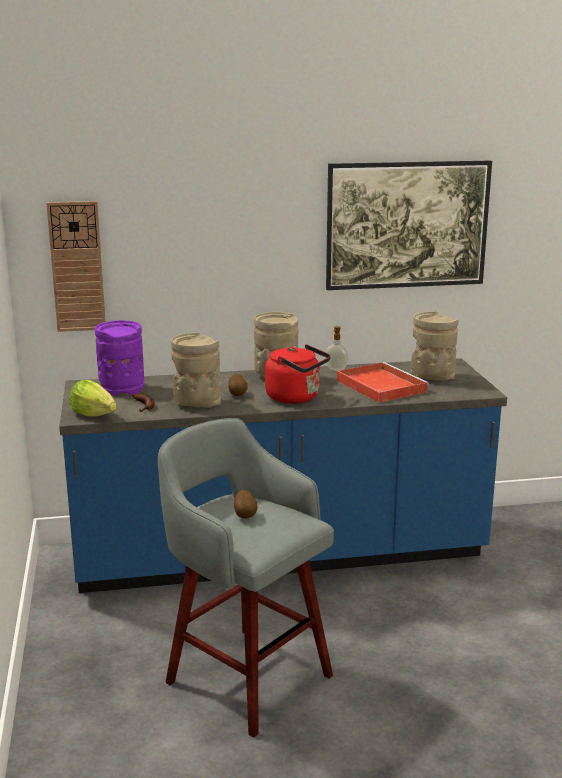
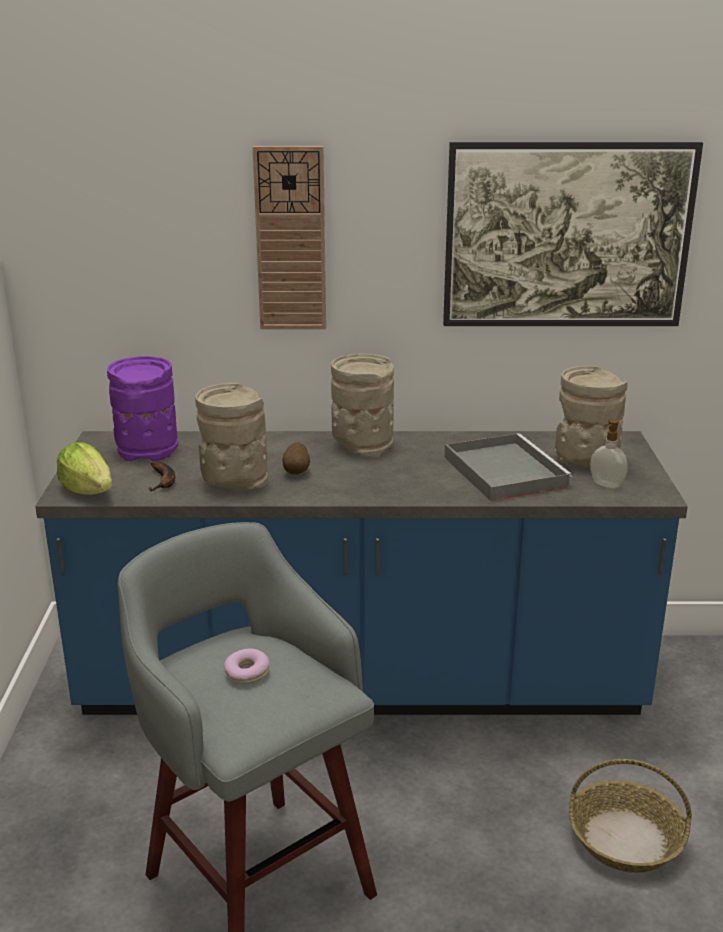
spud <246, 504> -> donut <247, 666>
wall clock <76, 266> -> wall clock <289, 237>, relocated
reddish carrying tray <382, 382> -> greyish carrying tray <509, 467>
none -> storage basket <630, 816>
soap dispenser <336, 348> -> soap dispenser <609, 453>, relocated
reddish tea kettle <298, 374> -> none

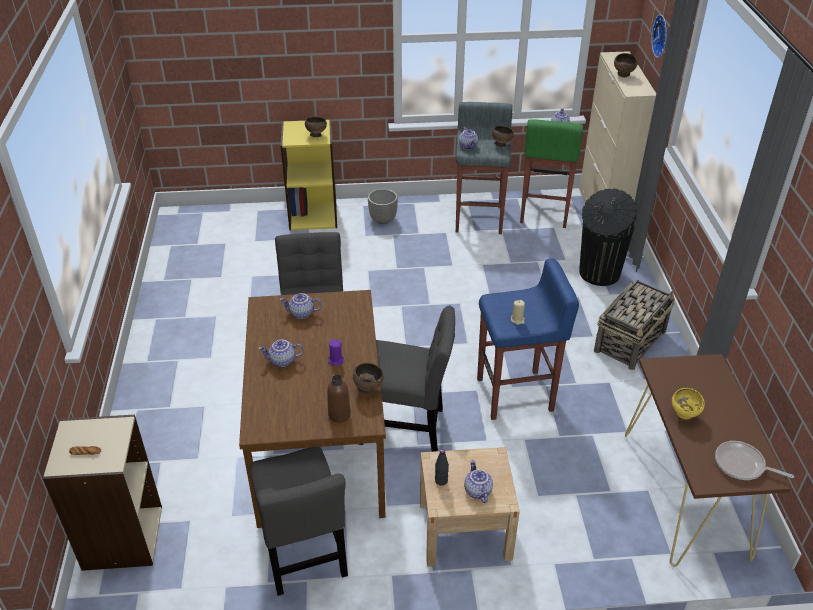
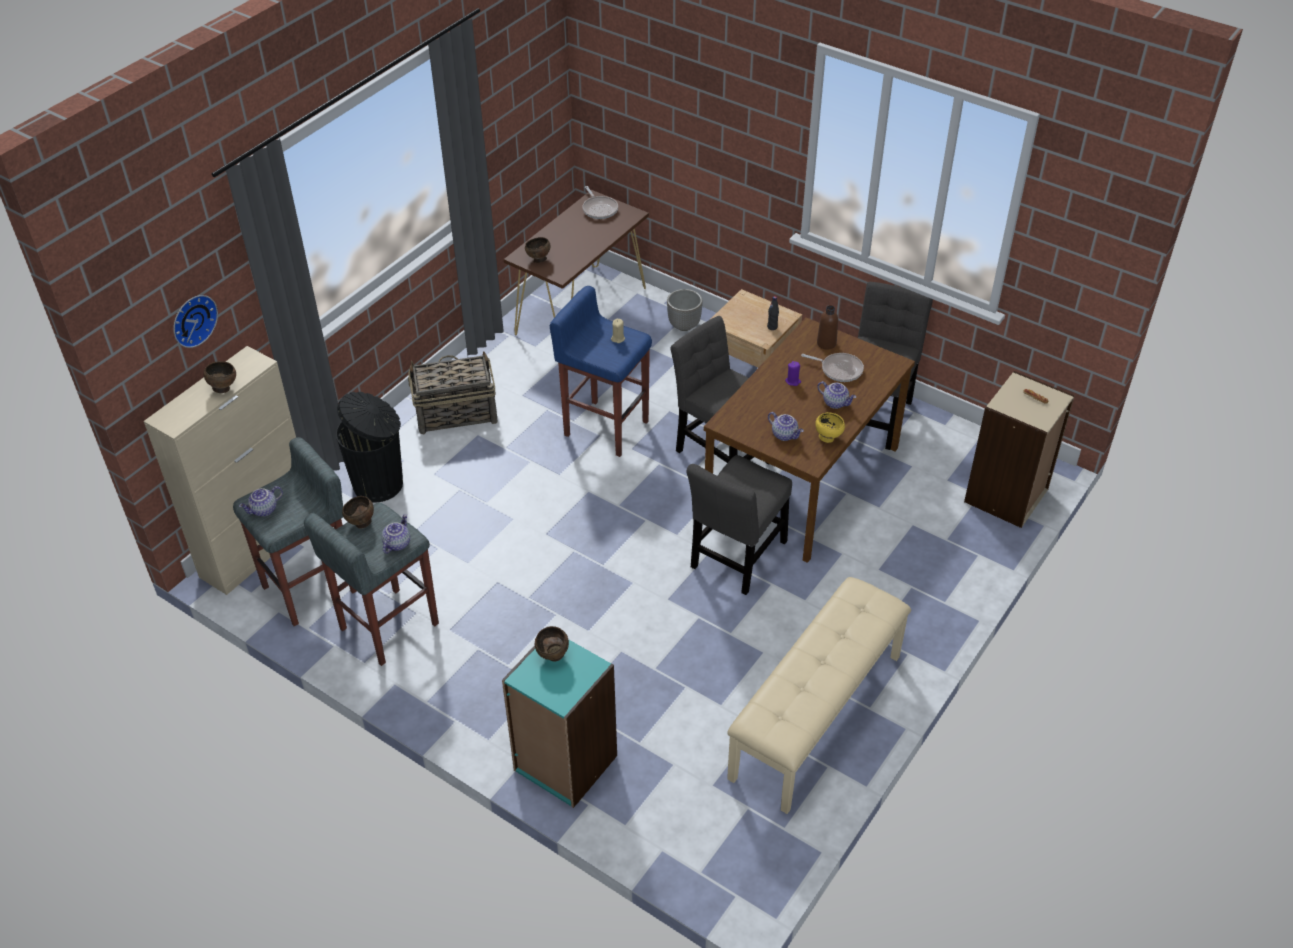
green sitting stool <551, 173> -> greyish sitting stool <295, 531>
yellow-coloured bookshelf <308, 174> -> blue-green bookshelf <559, 723>
brownish bowl <368, 379> -> brownish bowl <537, 250>, relocated
flower pot <383, 206> -> flower pot <685, 310>, relocated
none -> sand-coloured long seat <819, 695>
none -> frying pan <832, 367>
yellow-coloured bowl <688, 403> -> yellow-coloured bowl <830, 427>, relocated
tea pot <478, 481> -> none

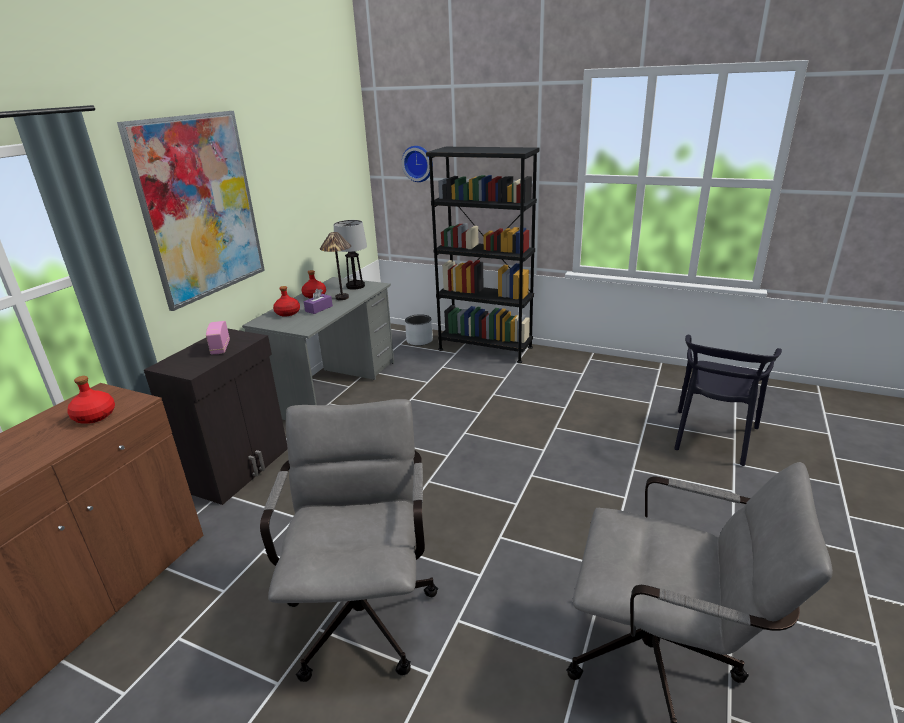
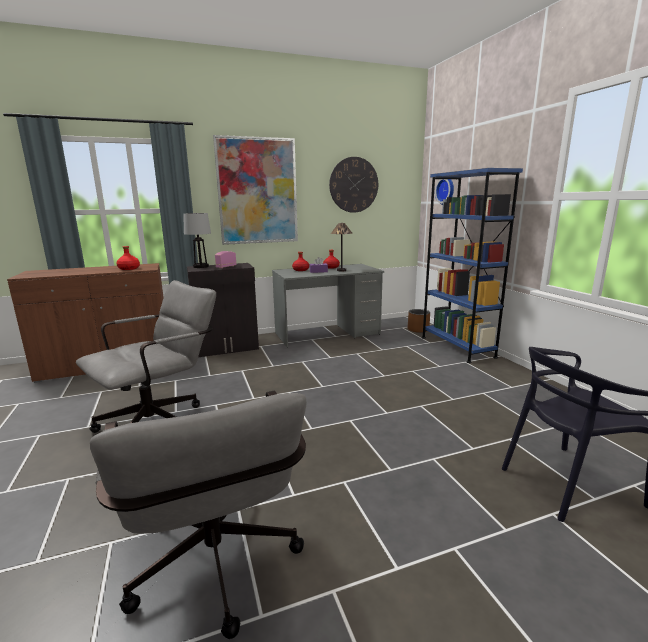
table lamp <350, 255> -> table lamp <197, 240>, relocated
none -> wall clock <353, 185>
greyish flower pot <419, 330> -> brownish flower pot <419, 321>
blackish bookshelf <482, 255> -> blue bookshelf <472, 265>

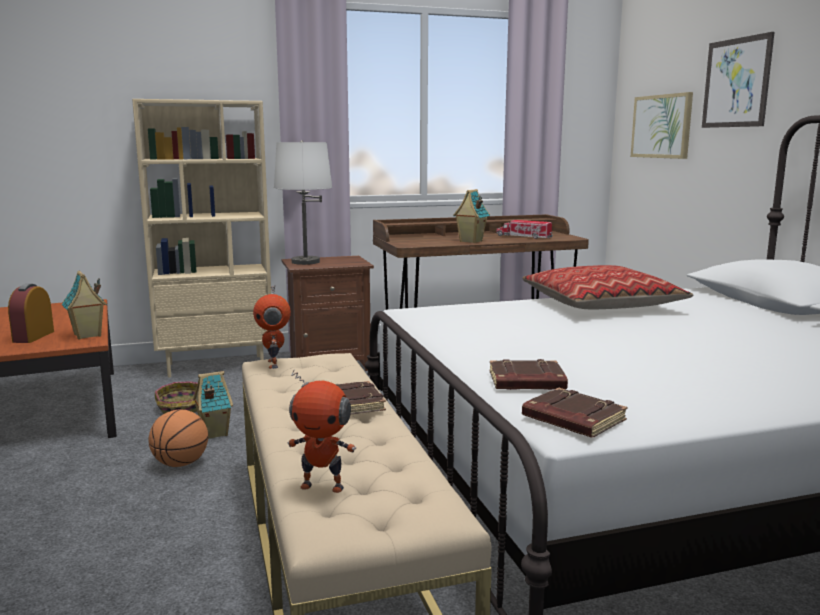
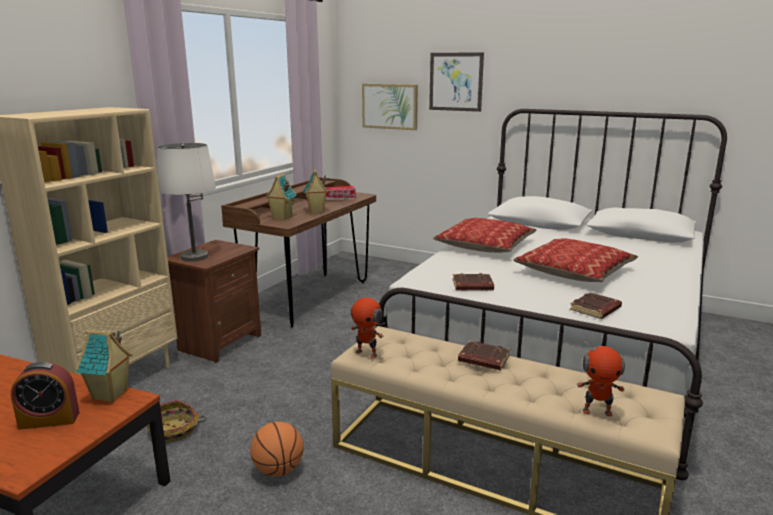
table clock <31, 313> -> table clock <45, 396>, 60 degrees counterclockwise
toy house <213, 405> -> toy house <281, 197>, relocated
brownish bound book <575, 413> -> brownish bound book <473, 282>, relocated
none -> throw pillow <575, 260>
model robot <321, 431> -> model robot <601, 377>, 45 degrees clockwise

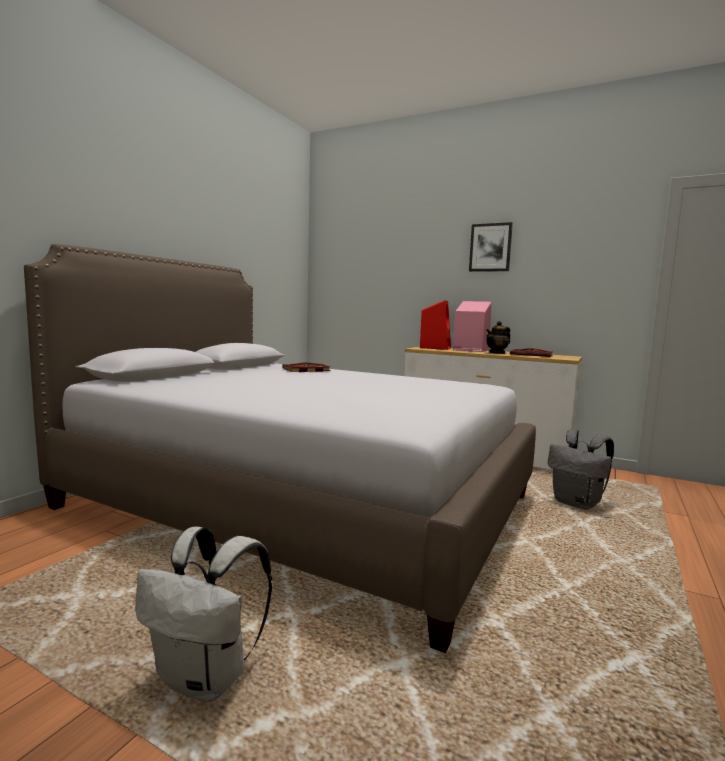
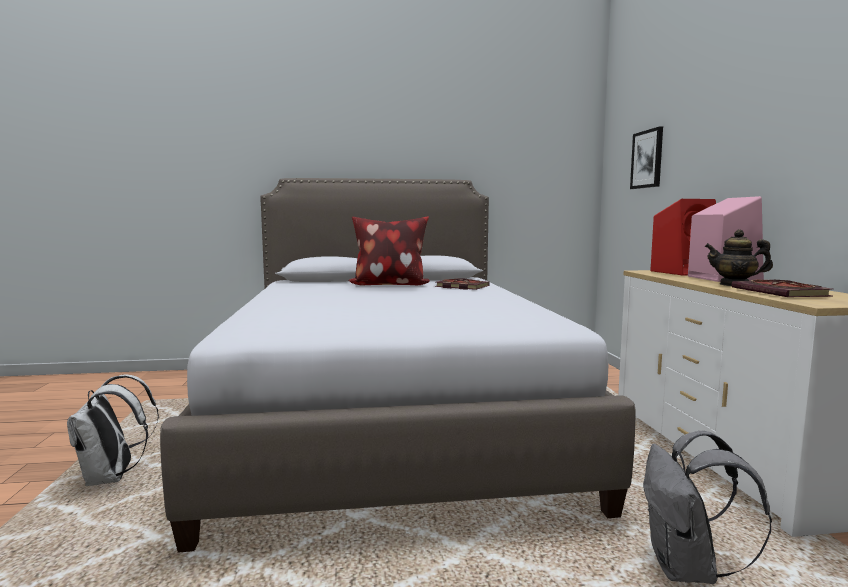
none -> throw pillow <389, 251>
wall picture <491, 247> -> wall picture <646, 157>, relocated

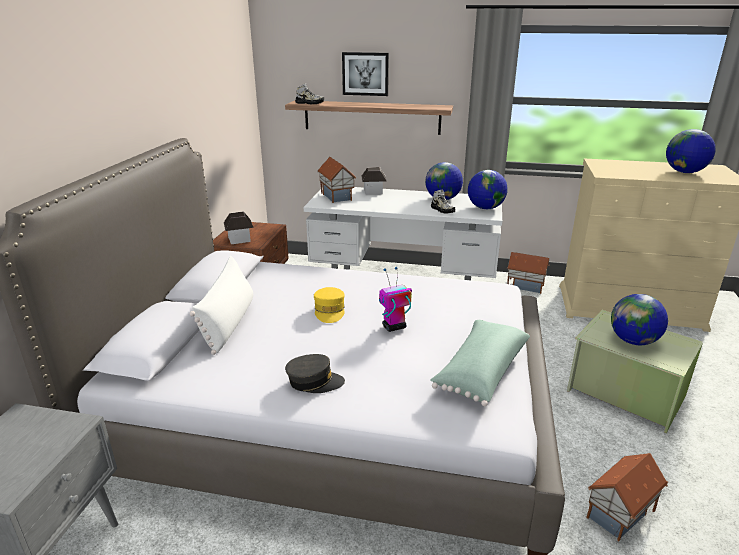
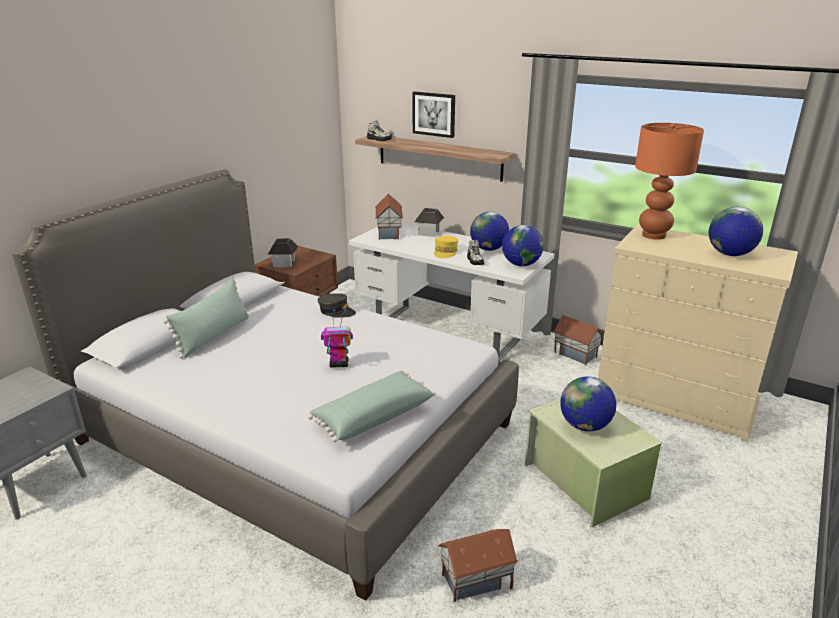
white-coloured throw pillow <221, 305> -> green throw pillow <206, 318>
greyish cap <315, 373> -> greyish cap <337, 305>, relocated
yellow-coloured cap <329, 305> -> yellow-coloured cap <446, 247>, relocated
none -> orange table lamp <669, 181>

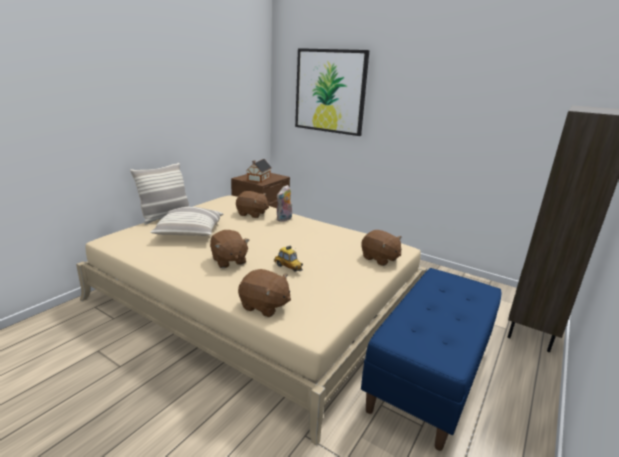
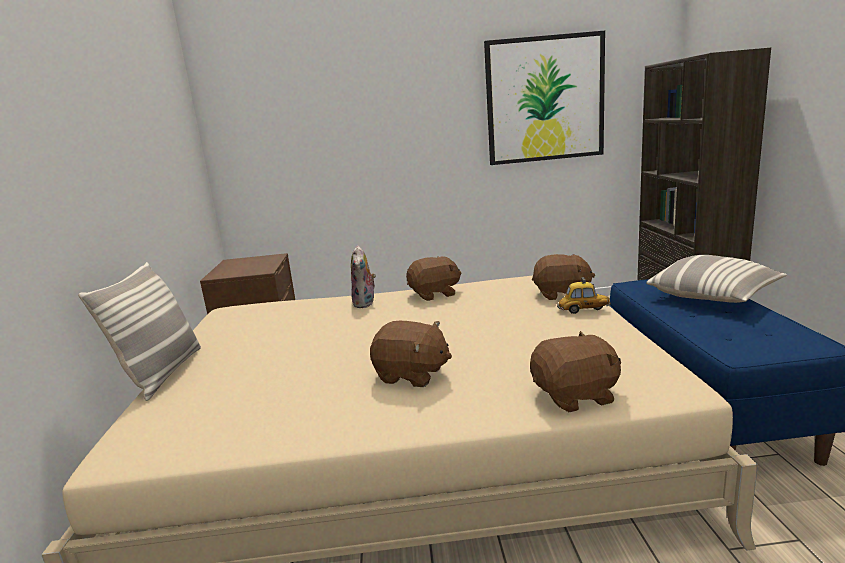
brownish cuddly toy <252, 204> -> brownish cuddly toy <433, 278>, relocated
wall picture <332, 92> -> wall picture <544, 98>, relocated
model car <288, 258> -> model car <584, 295>, relocated
throw pillow <187, 221> -> throw pillow <716, 279>, relocated
toy house <259, 170> -> none

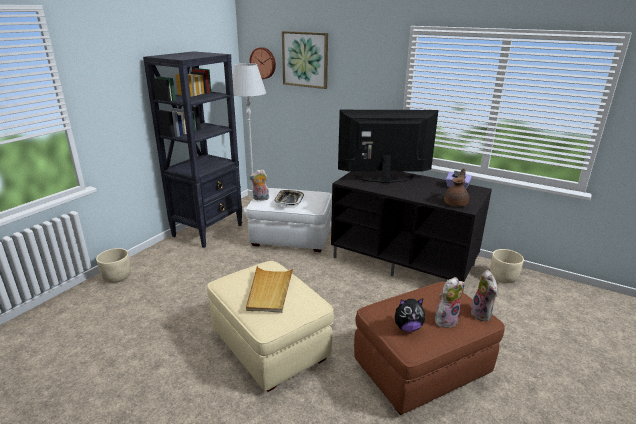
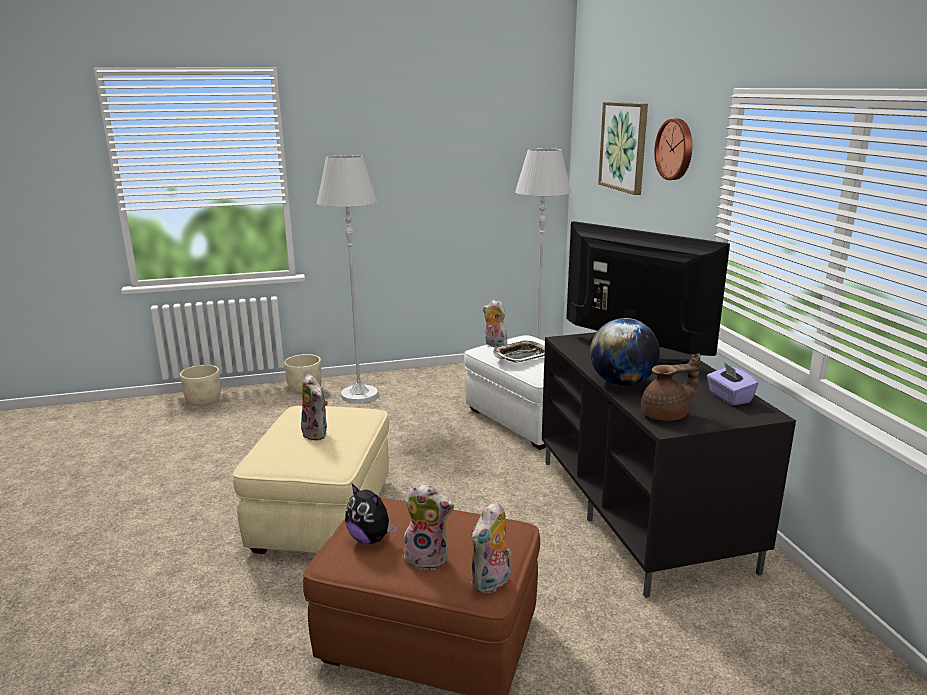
sand-coloured flower pot <507, 266> -> sand-coloured flower pot <200, 385>, relocated
sand-coloured carrying tray <270, 289> -> cuddly toy <314, 407>
none -> white-coloured standing lamp <347, 279>
none -> desk globe <625, 352>
wall clock <262, 63> -> wall clock <673, 149>, relocated
blackish bookshelf <192, 149> -> none

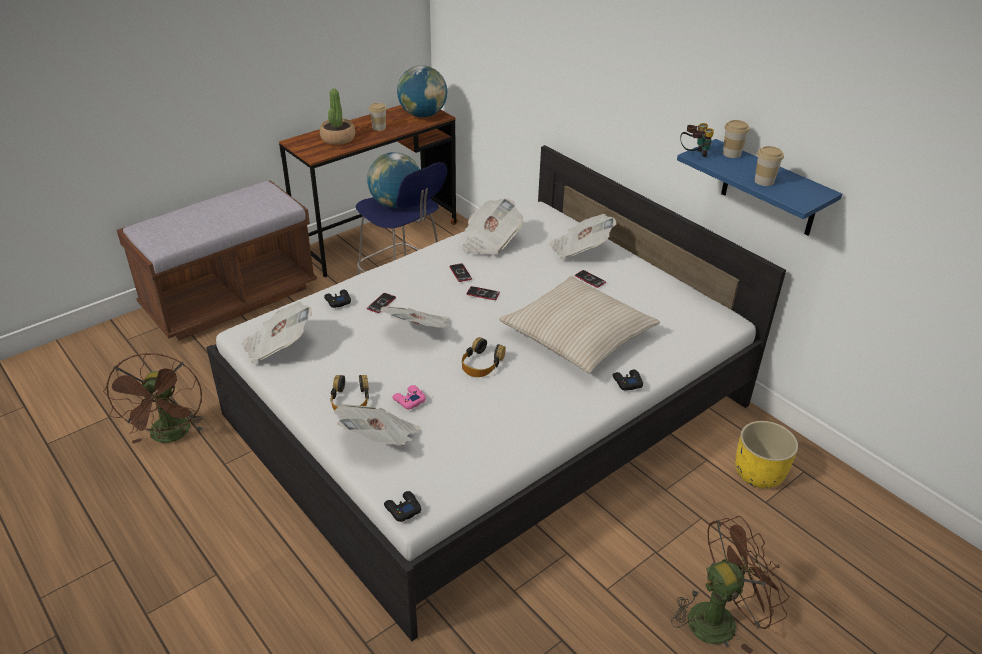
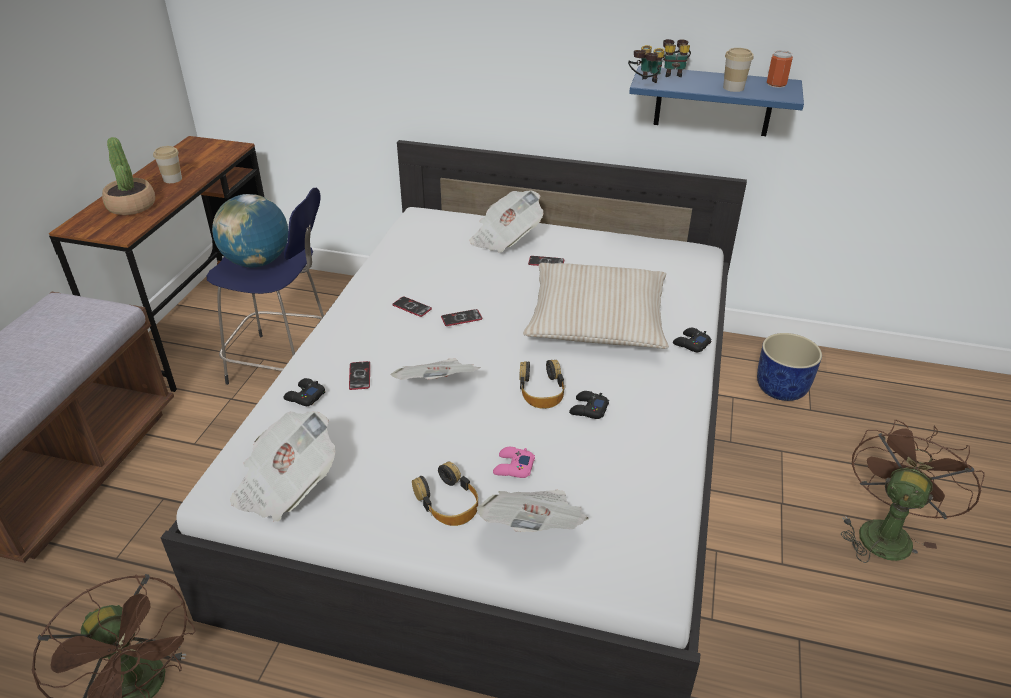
blackish joypad <402, 506> -> blackish joypad <589, 405>, relocated
small cup <736, 139> -> pair of binoculars <676, 58>
yellow-coloured flower pot <766, 455> -> blue flower pot <789, 367>
none -> sealed can <780, 69>
desk globe <422, 91> -> none
printed paper <492, 226> -> none

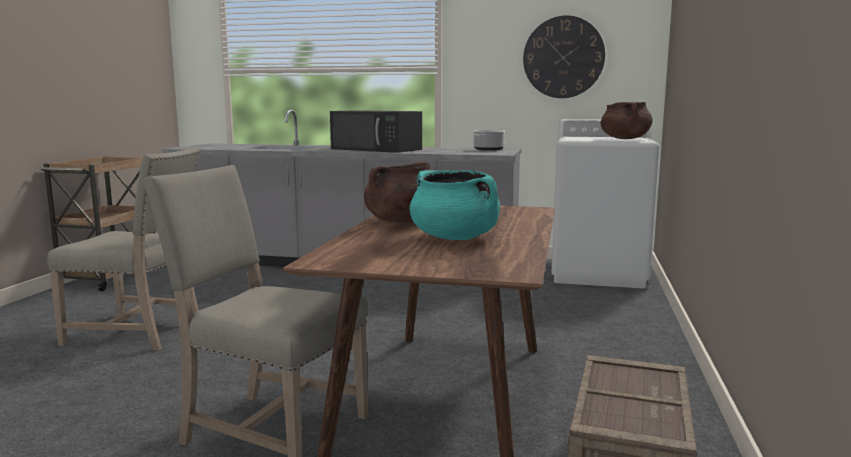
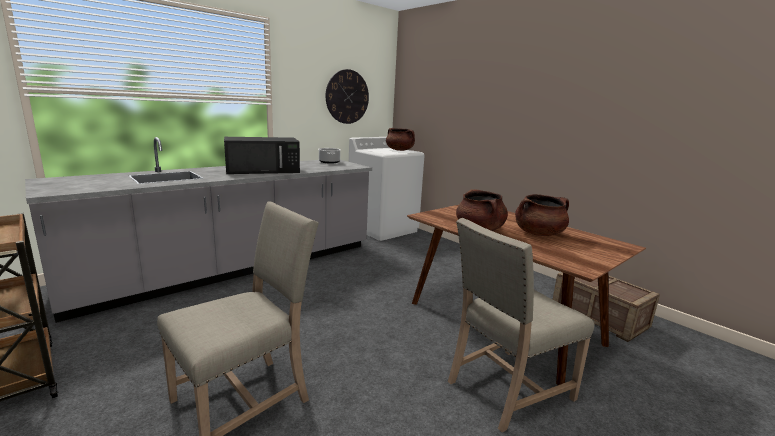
blue-green saucepot <454, 205> -> brownish saucepot <542, 215>

